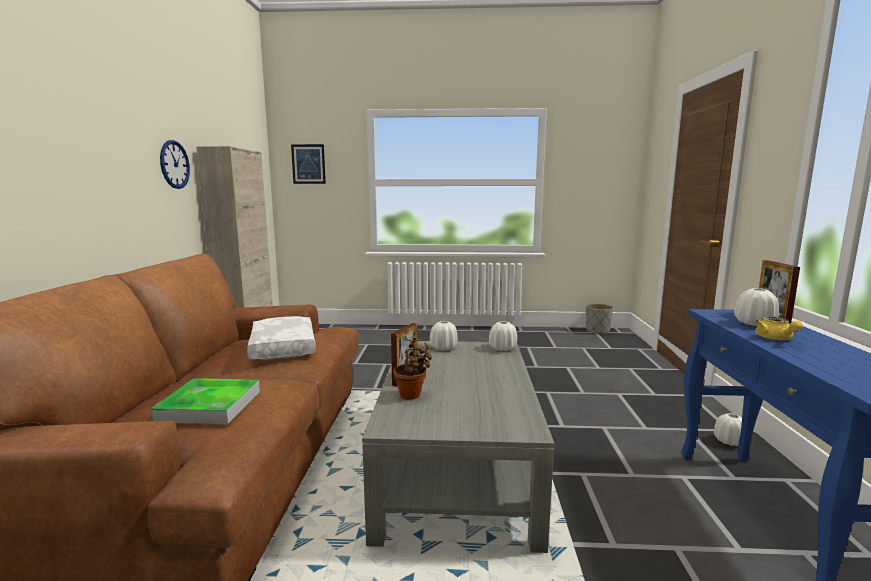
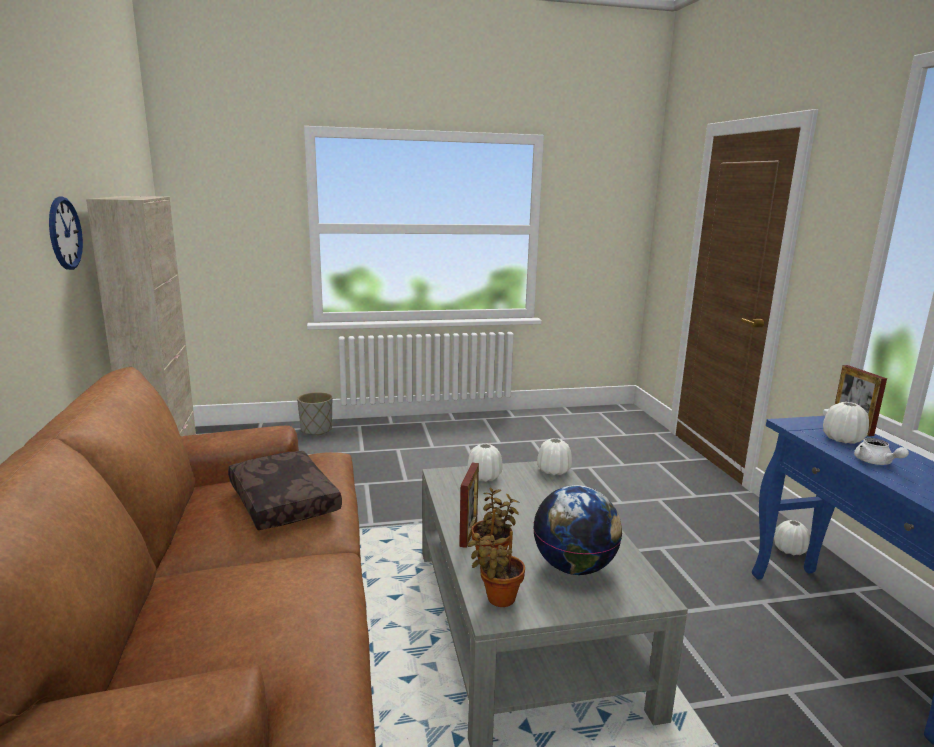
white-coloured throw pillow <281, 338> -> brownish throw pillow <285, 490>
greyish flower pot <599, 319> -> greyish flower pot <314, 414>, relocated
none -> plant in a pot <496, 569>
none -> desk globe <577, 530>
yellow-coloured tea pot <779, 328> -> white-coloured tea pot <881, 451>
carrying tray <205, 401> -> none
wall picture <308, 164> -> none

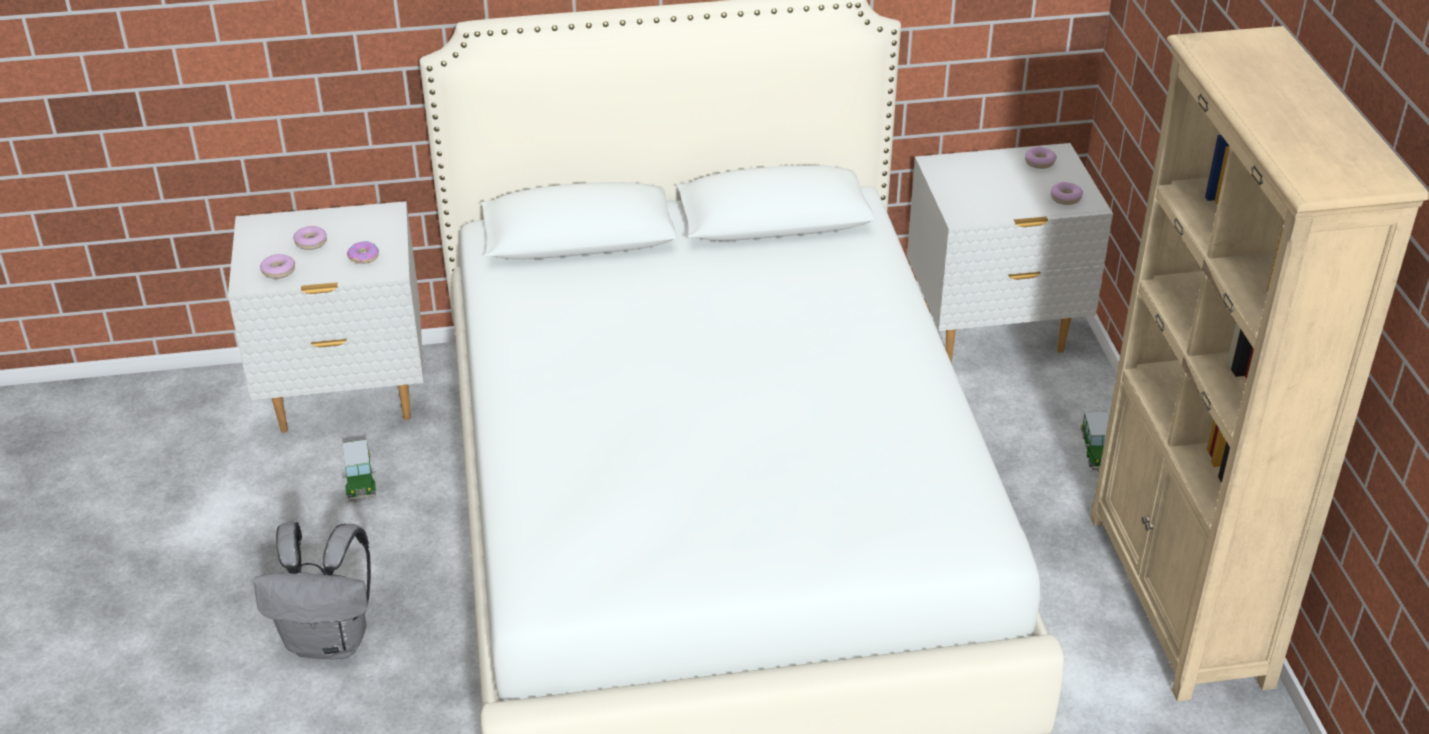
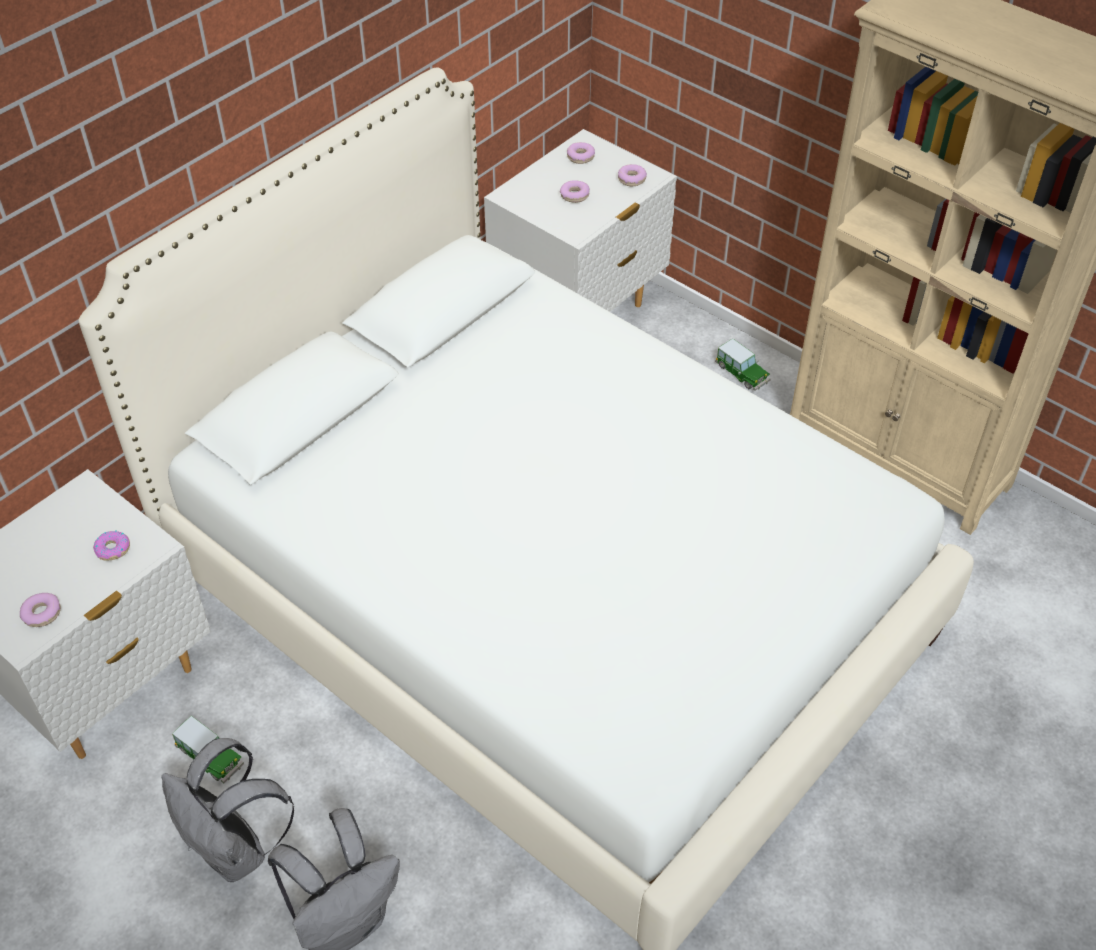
none -> greyish rucksack <228, 810>
donut <310, 238> -> donut <575, 191>, relocated

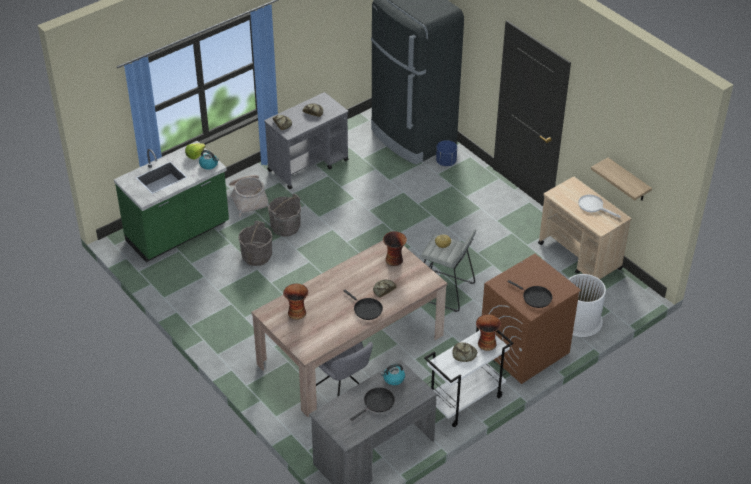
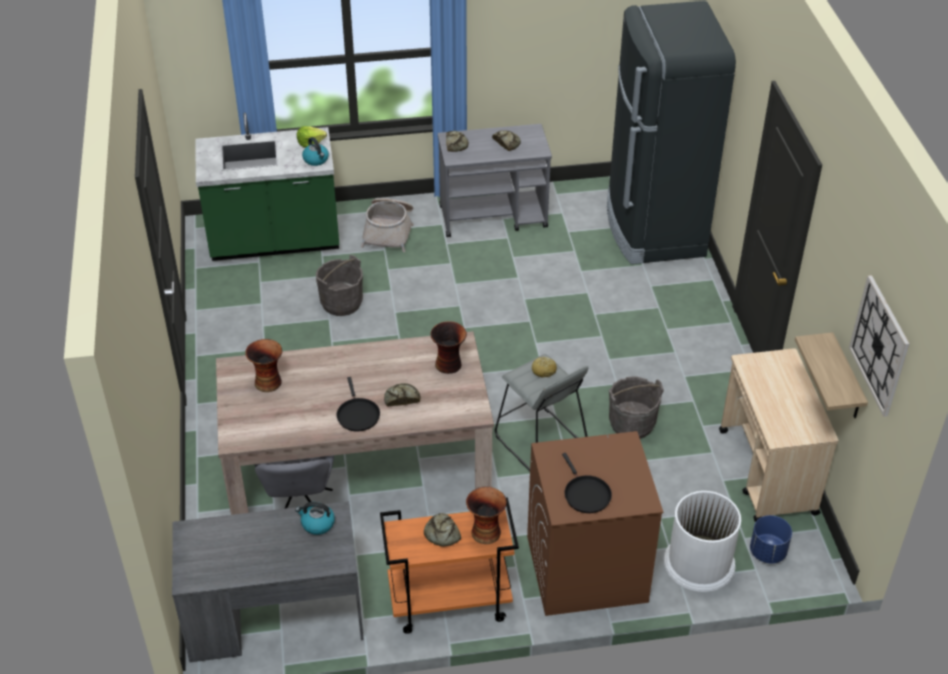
white-coloured trolley <468, 377> -> orange trolley <449, 565>
greyish water bucket <284, 215> -> greyish water bucket <636, 407>, relocated
blue flower pot <446, 153> -> blue flower pot <771, 539>, relocated
none -> wall clock <879, 346>
blackish frying pan <372, 404> -> none
white-coloured frying pan <599, 206> -> none

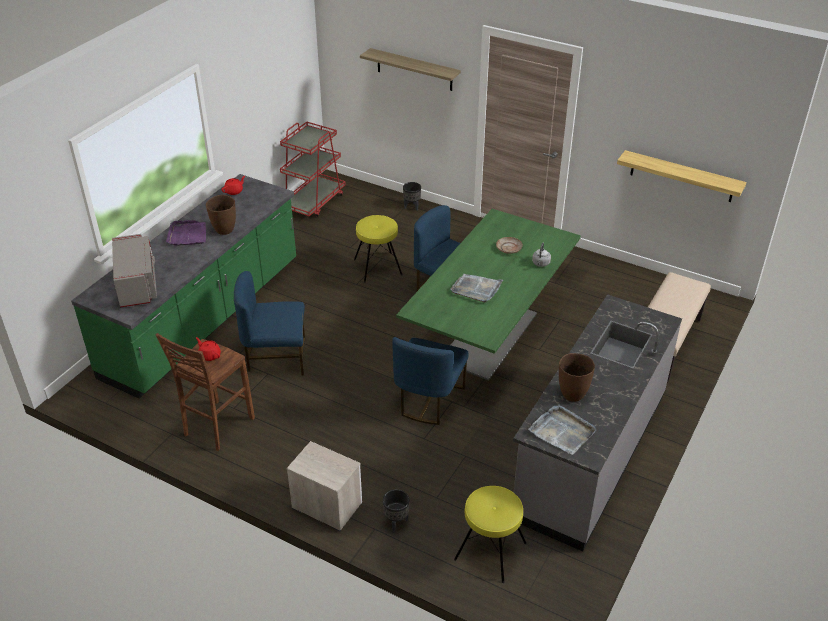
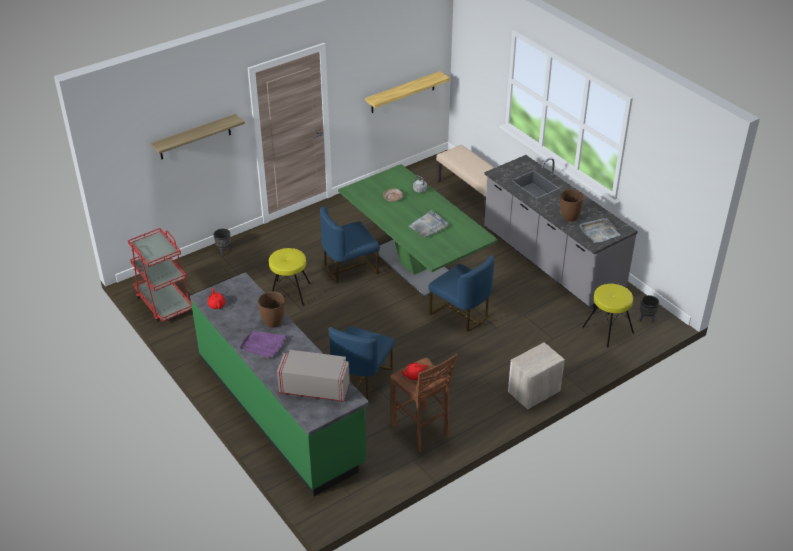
blackish flower pot <396, 510> -> blackish flower pot <649, 309>, relocated

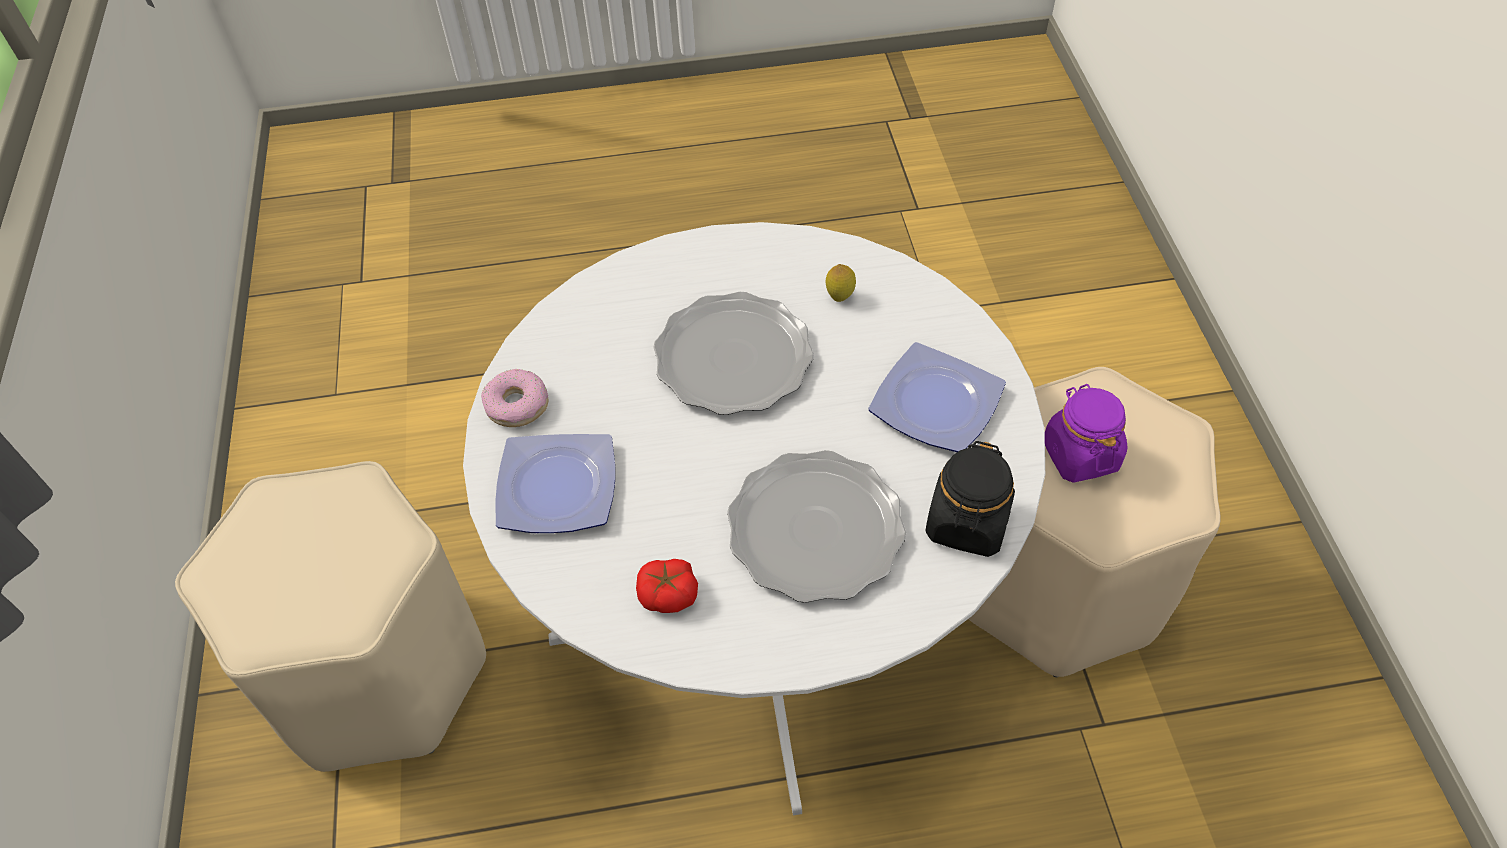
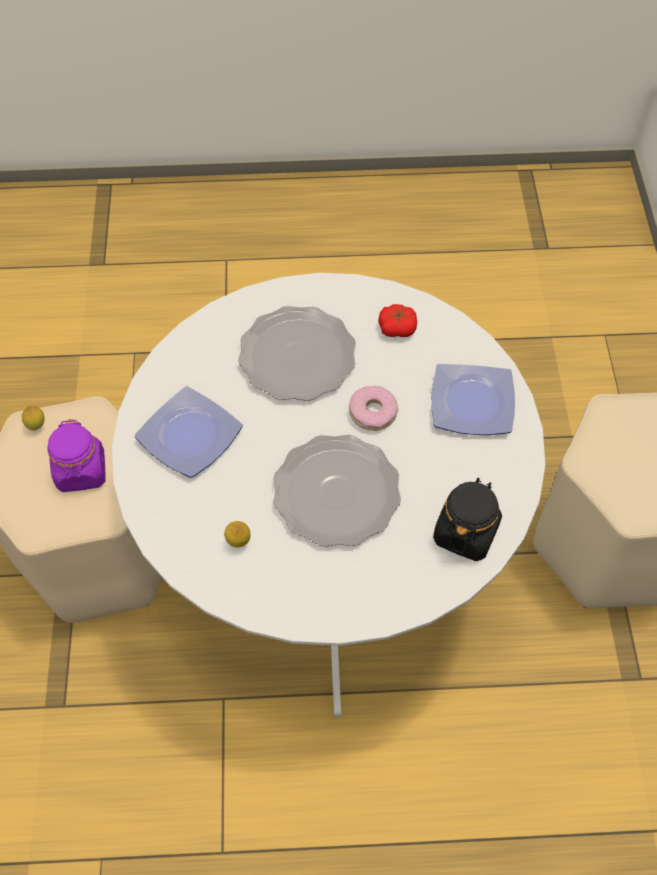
none -> lemon <33, 418>
donut <514, 398> -> donut <373, 408>, relocated
blackish jar <970, 499> -> blackish jar <467, 519>, relocated

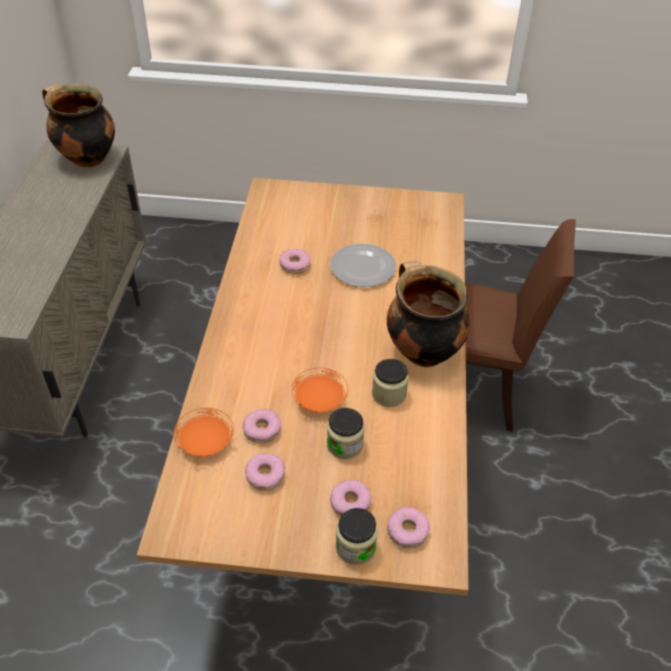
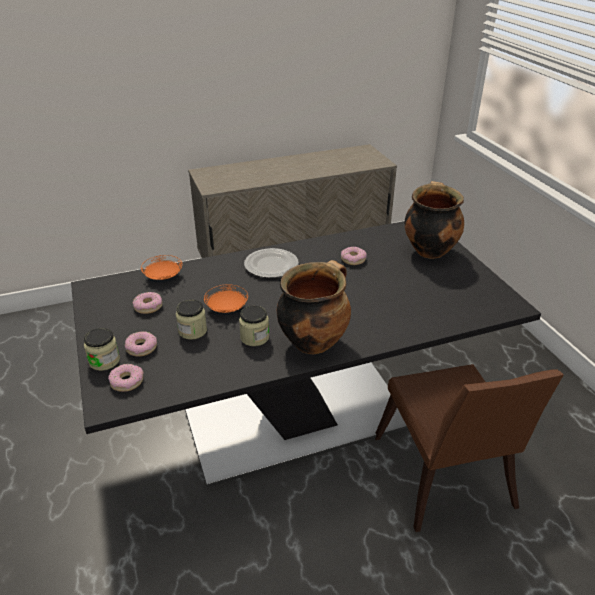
sand-coloured dining table <302, 387> -> blackish dining table <306, 354>
plate <363, 265> -> plate <271, 263>, relocated
saucepot <78, 125> -> saucepot <434, 220>, relocated
donut <262, 426> -> none

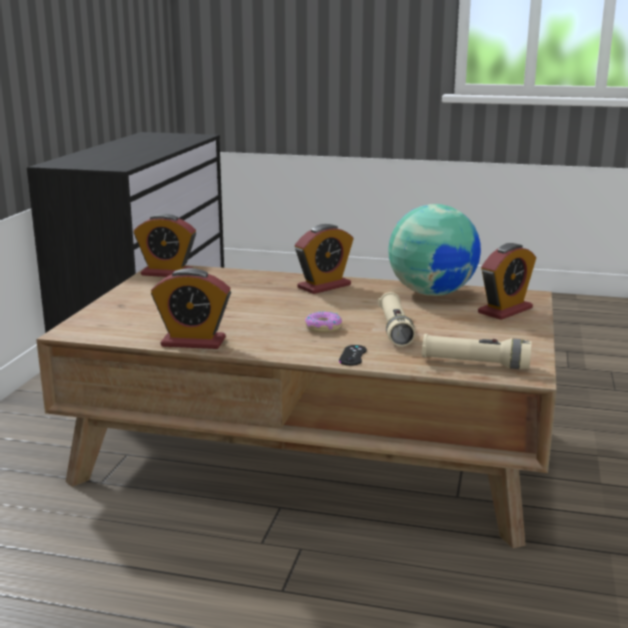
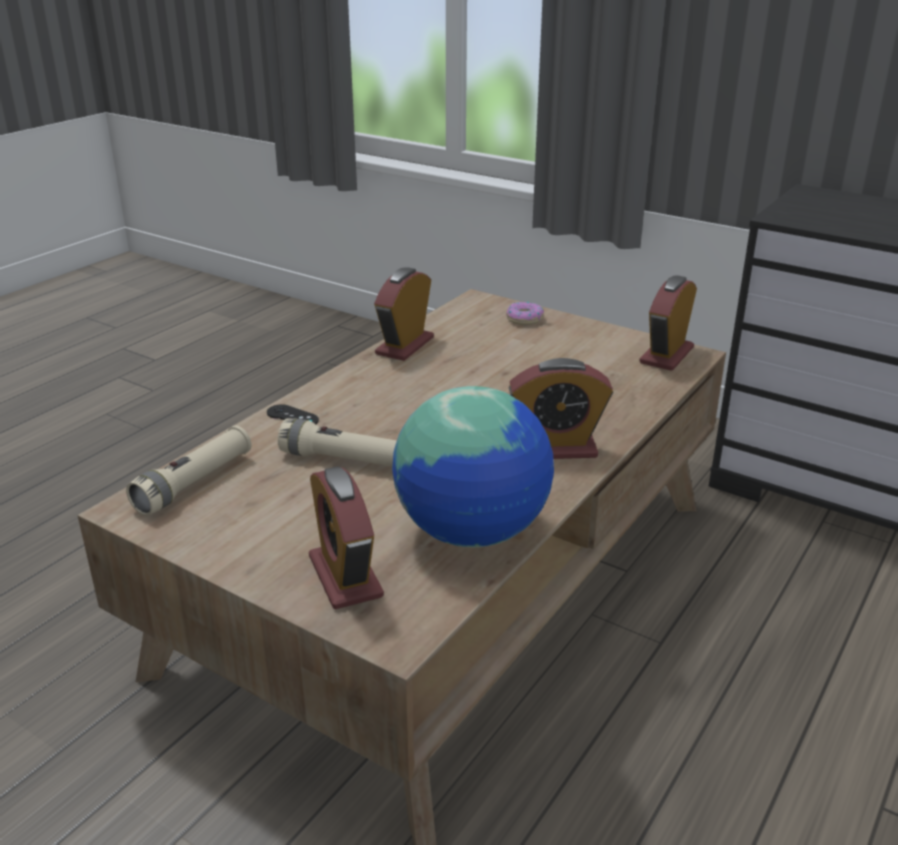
donut <323, 322> -> donut <525, 313>, relocated
table clock <324, 259> -> table clock <561, 408>, 75 degrees counterclockwise

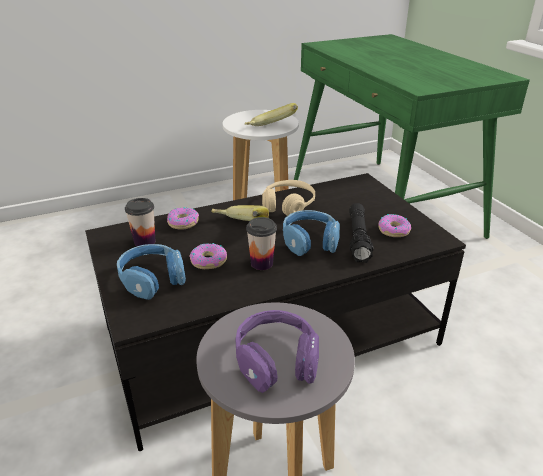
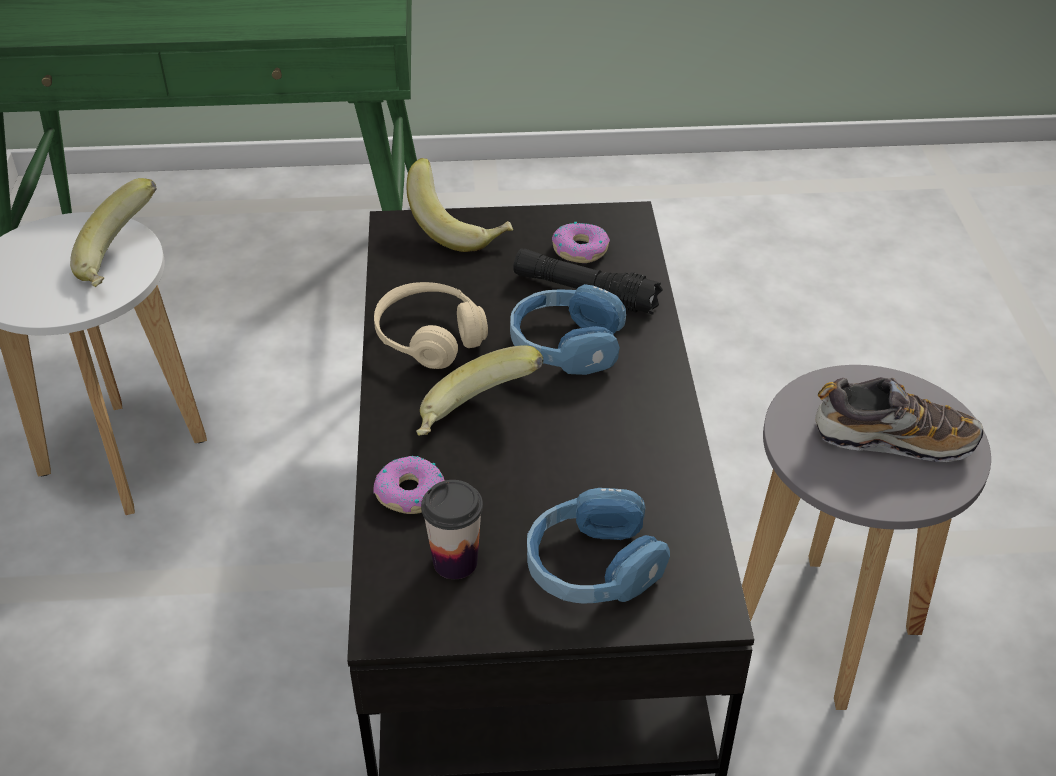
none -> whole banana <460, 205>
purple pair of headphones <277, 351> -> low shoe <899, 419>
donut <208, 256> -> none
small cup <261, 243> -> none

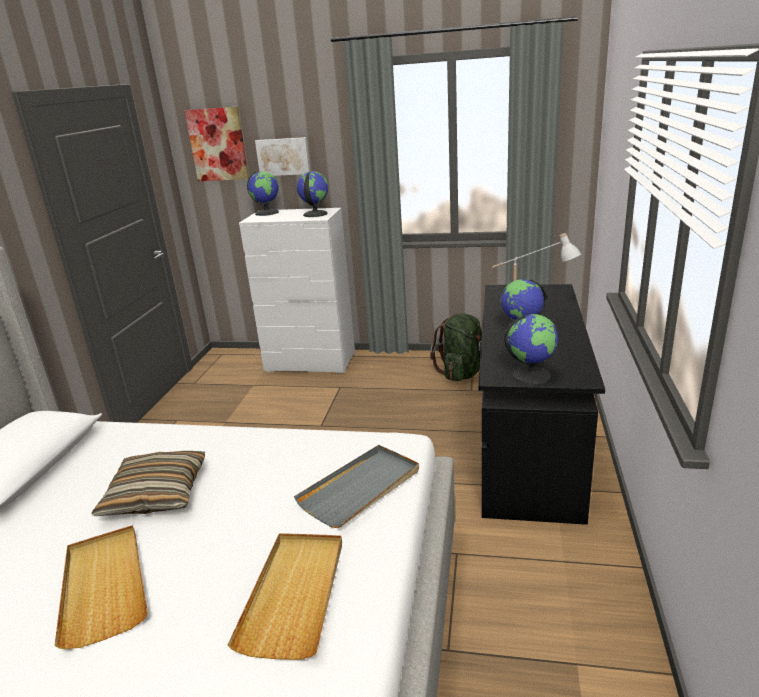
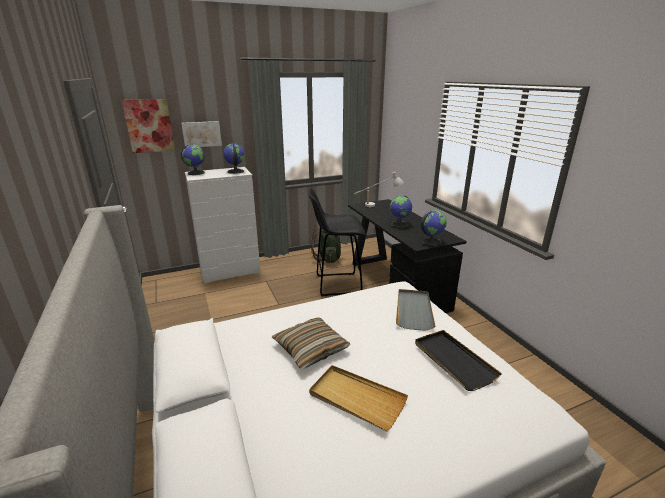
none -> blackish sitting stool <337, 242>
sand-coloured carrying tray <285, 596> -> blackish carrying tray <458, 360>

